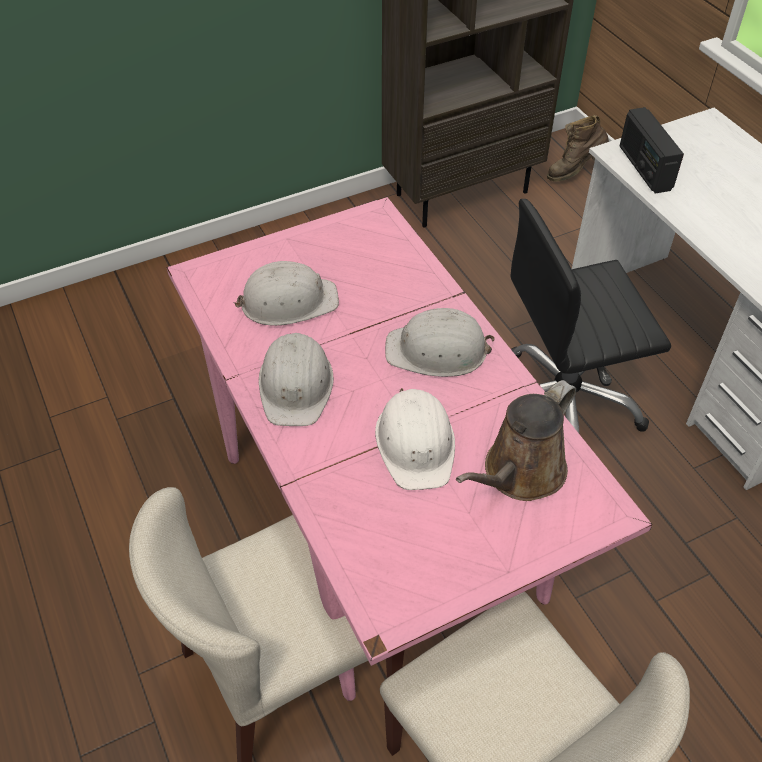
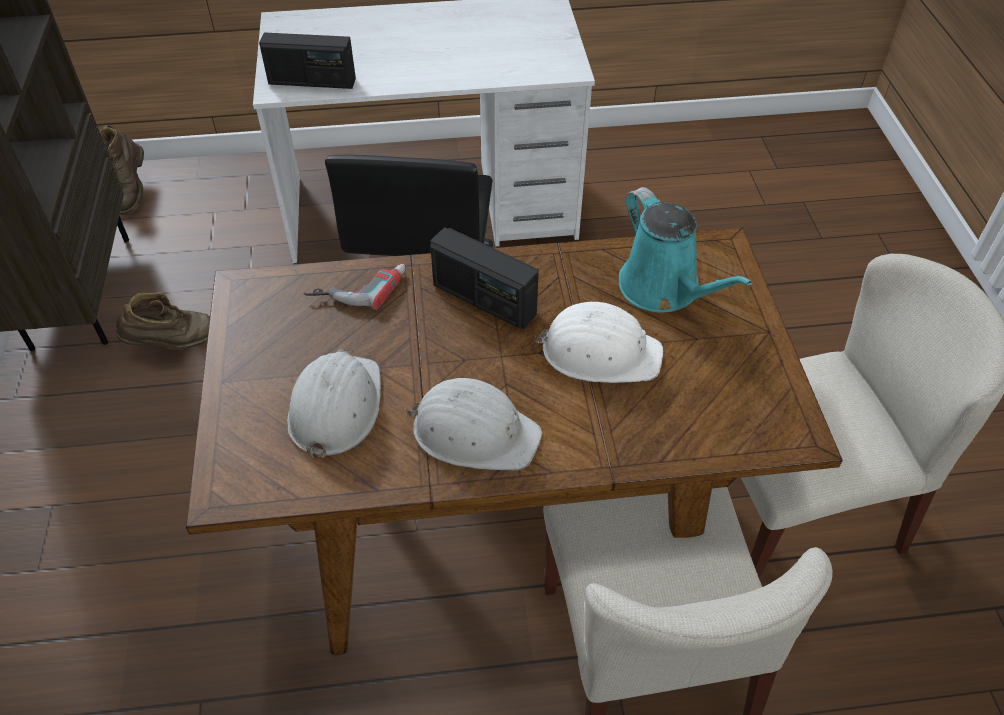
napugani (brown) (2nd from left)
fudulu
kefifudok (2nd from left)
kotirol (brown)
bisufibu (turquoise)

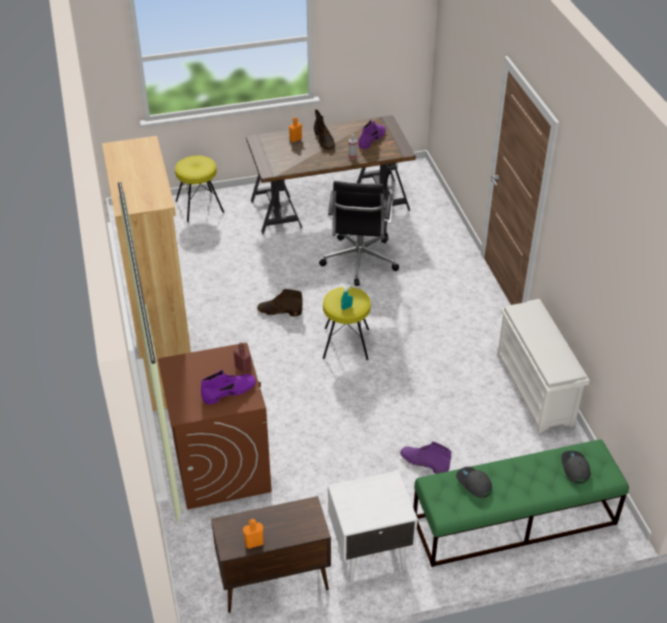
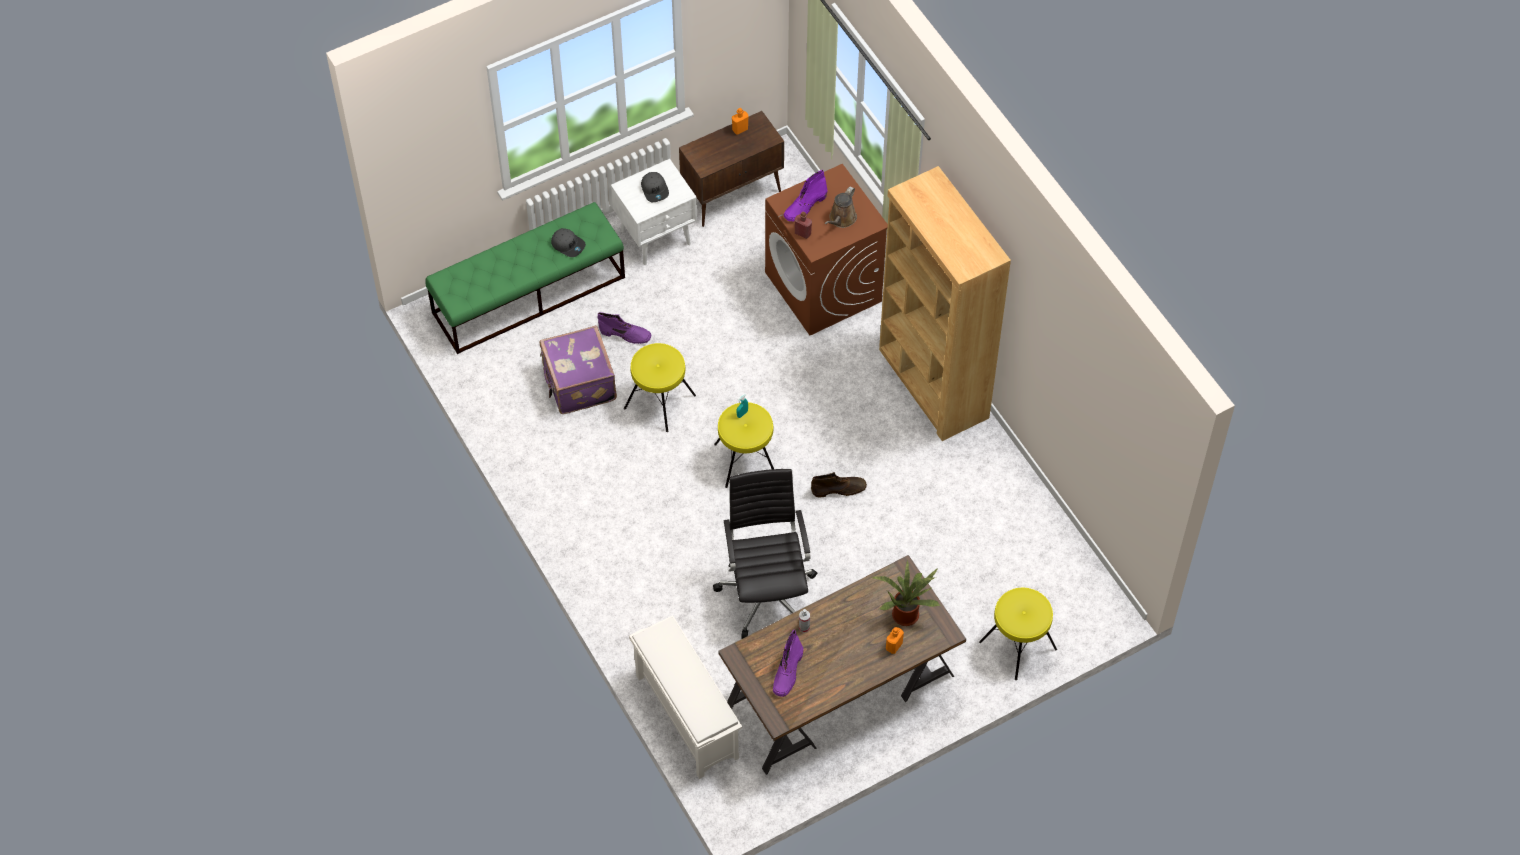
napugani (brown) (2nd from left in the first image)
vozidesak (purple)
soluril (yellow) (1st from left)
bisufibu (brown)
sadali
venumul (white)
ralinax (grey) (2nd from left)

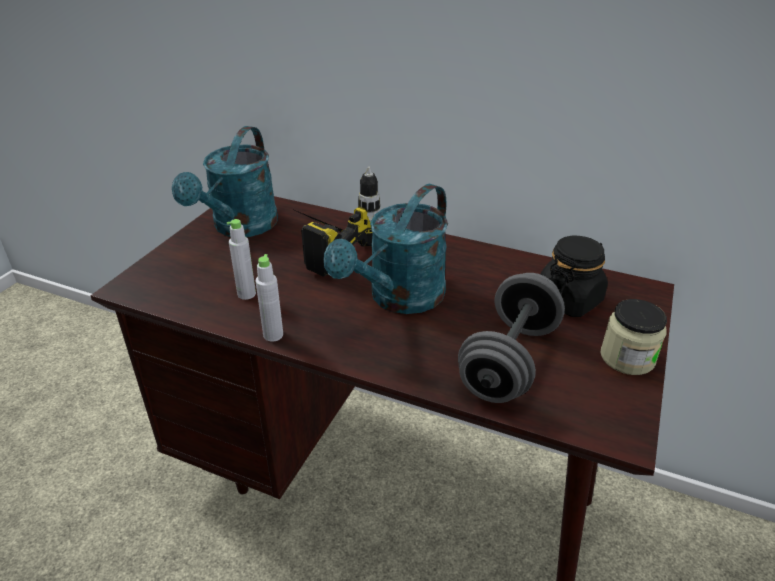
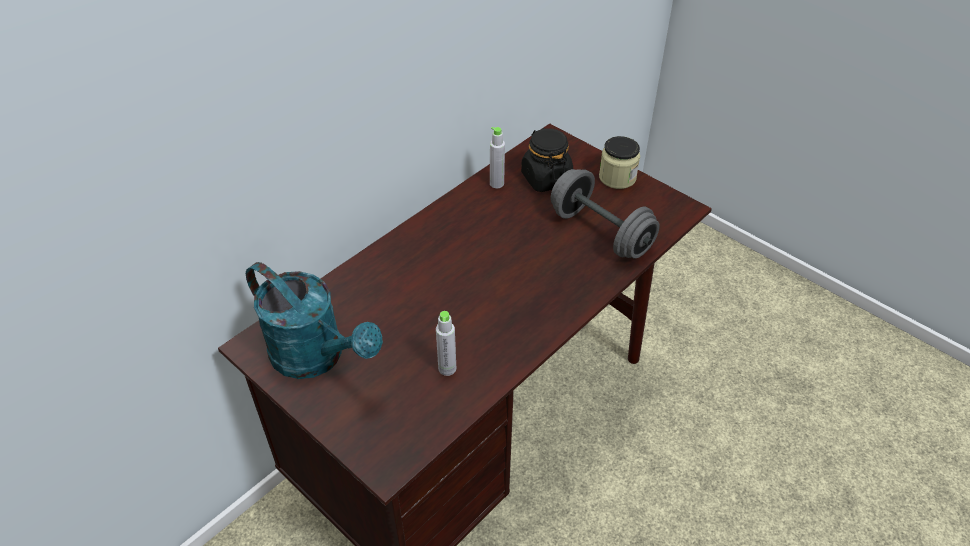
fudulu
bisufibu (turquoise) (2nd from left in the first image)
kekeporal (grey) (2nd from left)

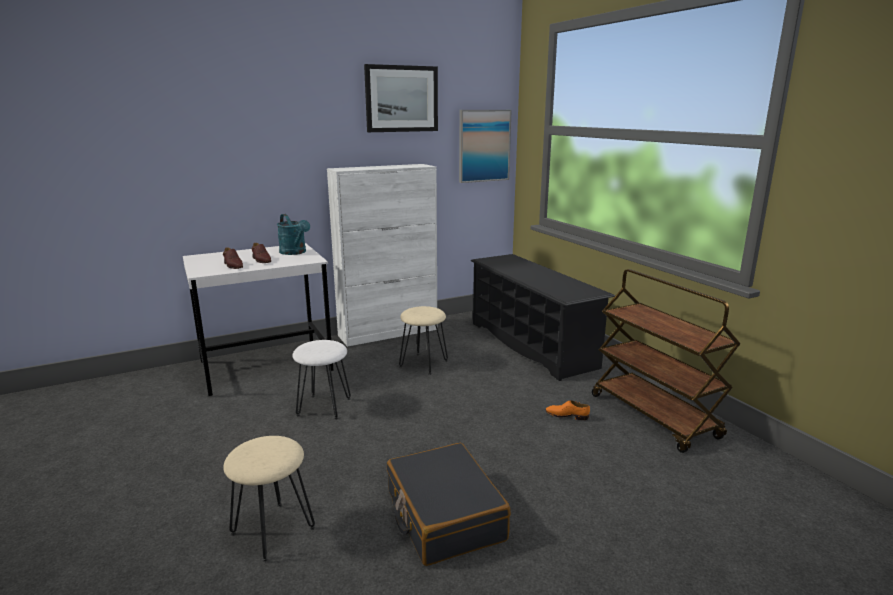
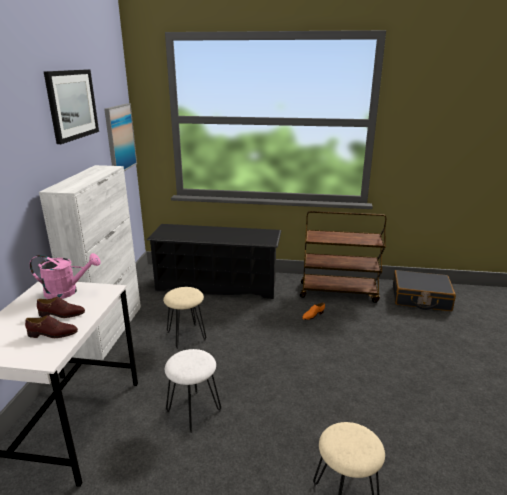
vozidesak (black)
bisufibu (pink)

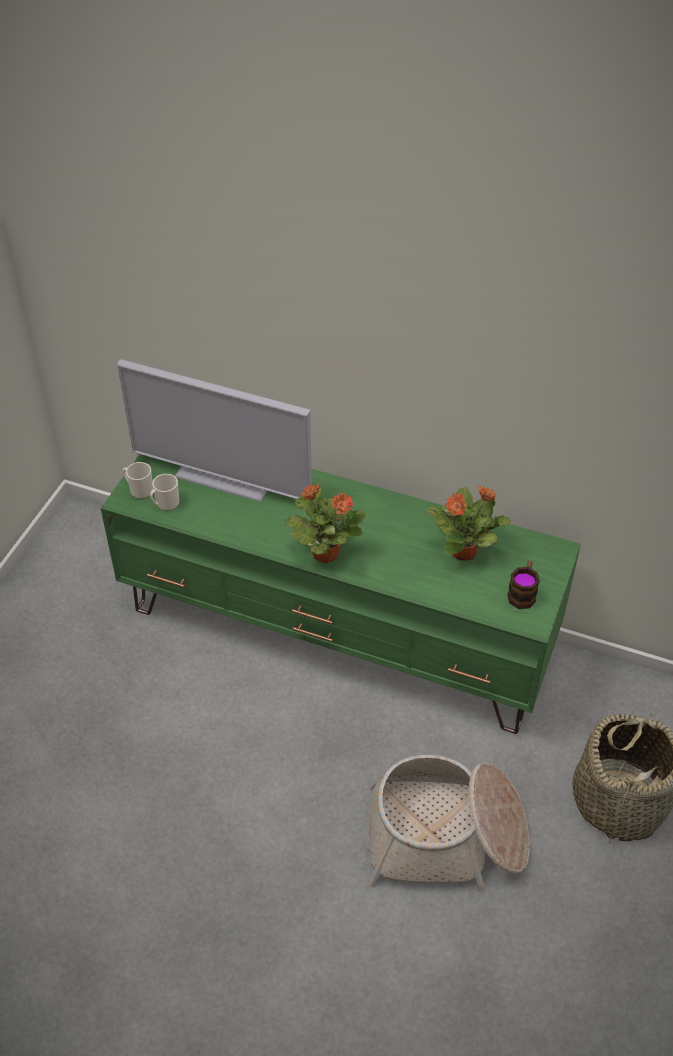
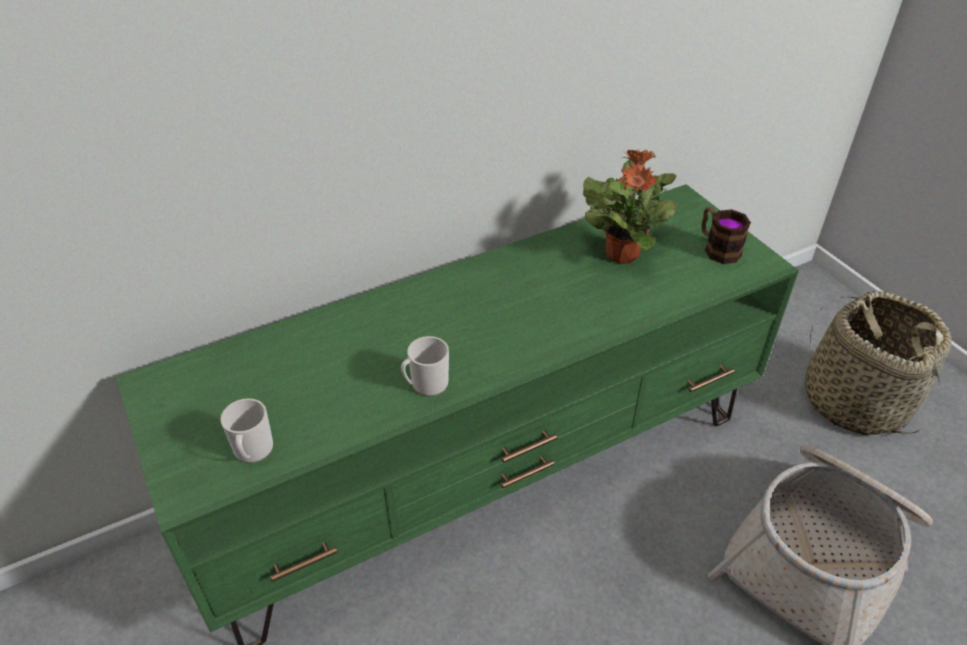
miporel
sadali (1st from left in the first image)
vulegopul (2nd from left)

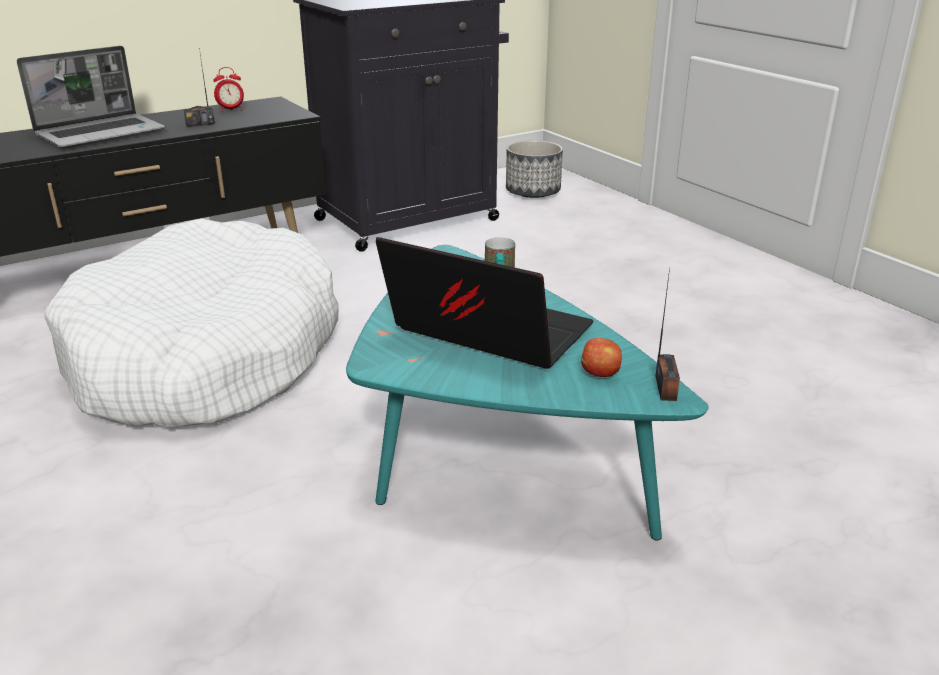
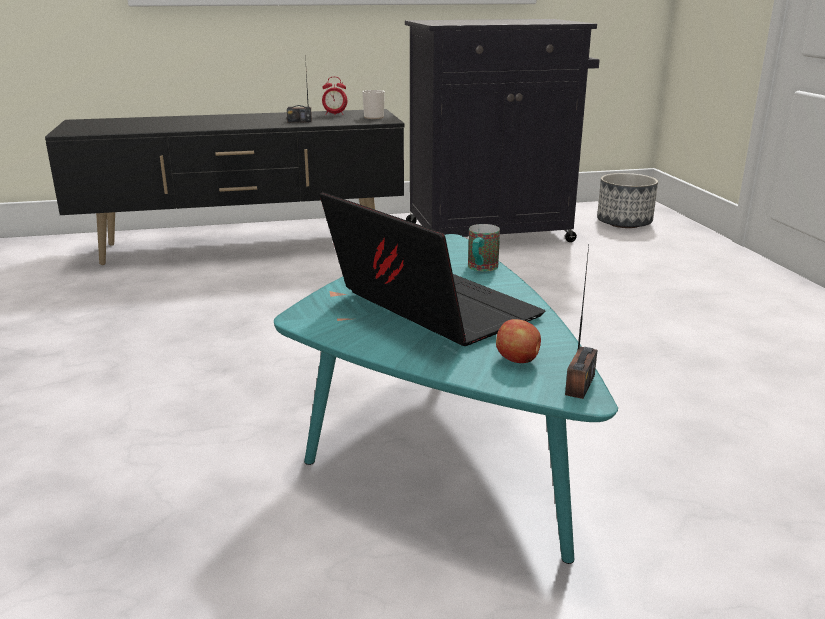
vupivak (1st from left in the first image)
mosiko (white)
vulegopul (1st from left)

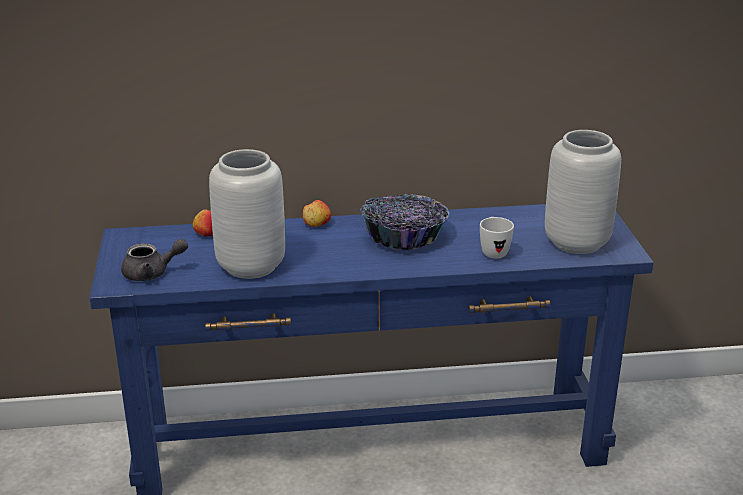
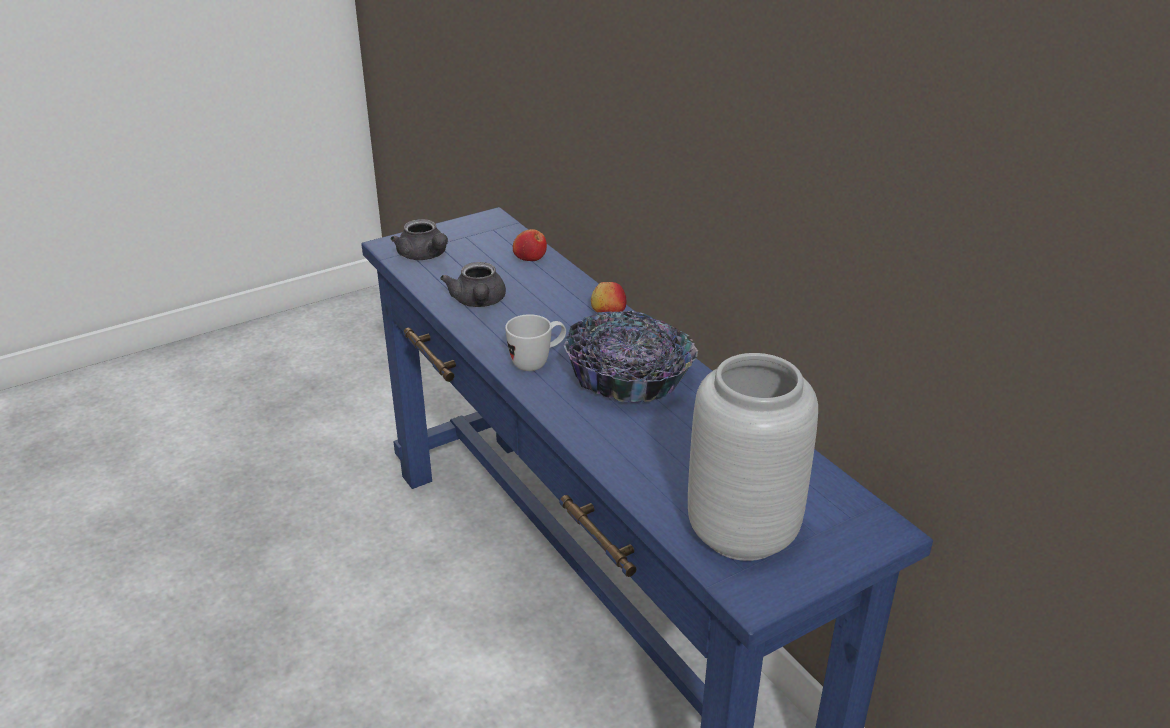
vulegopul (white)
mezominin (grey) (2nd from left)

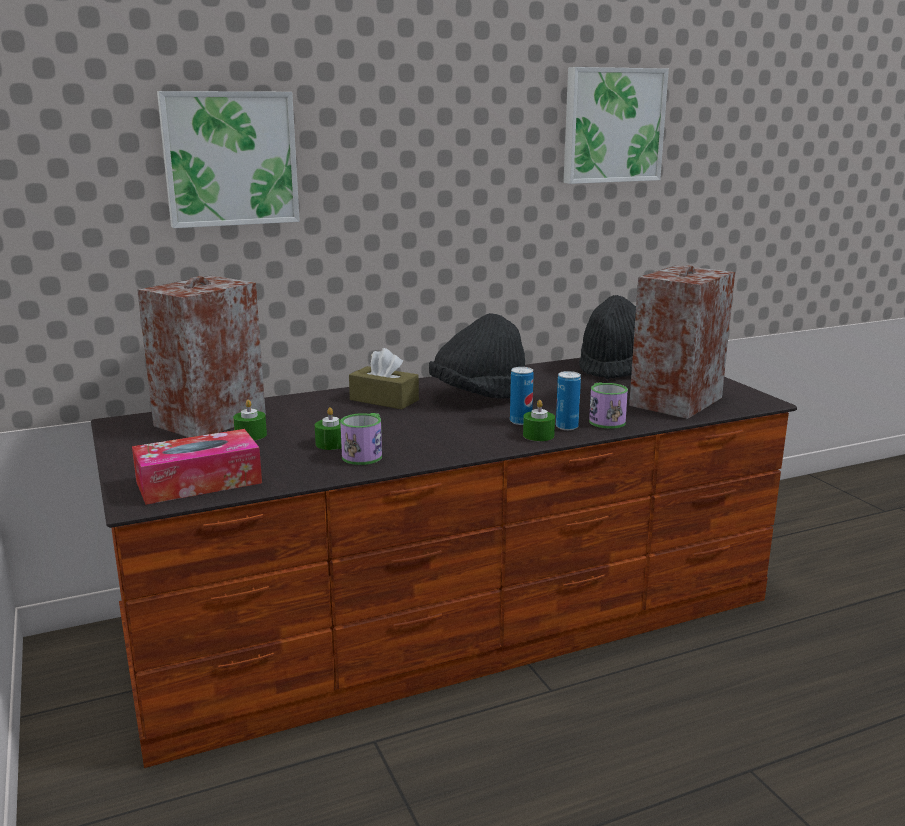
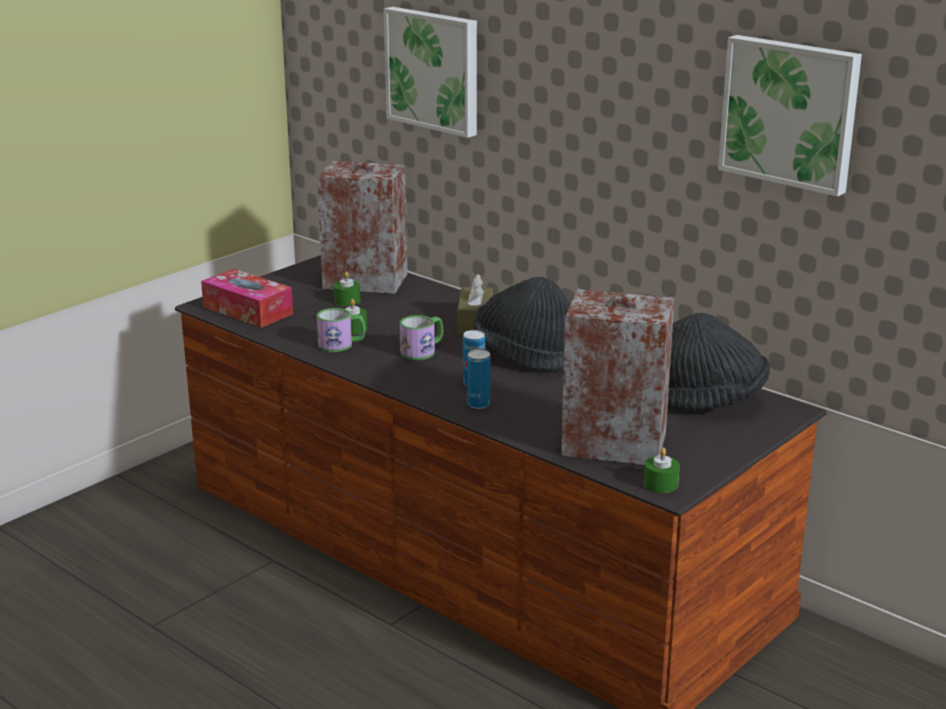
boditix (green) (3rd from left)
vulegopul (2nd from left)

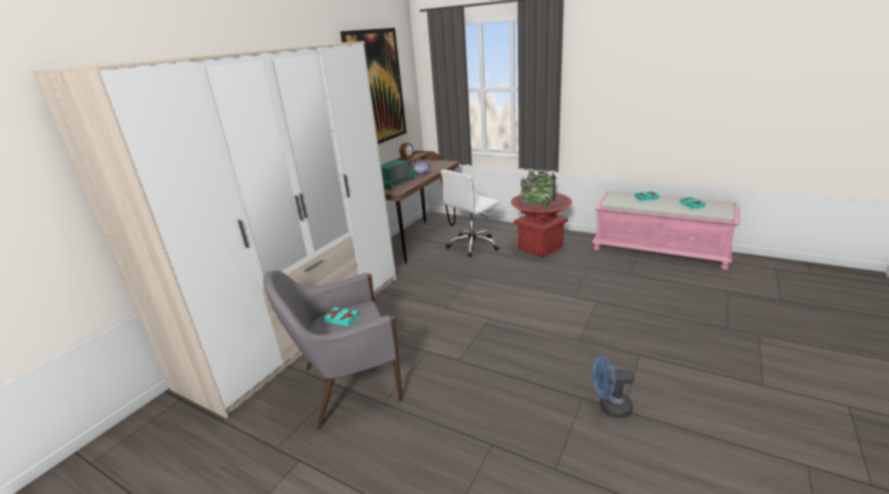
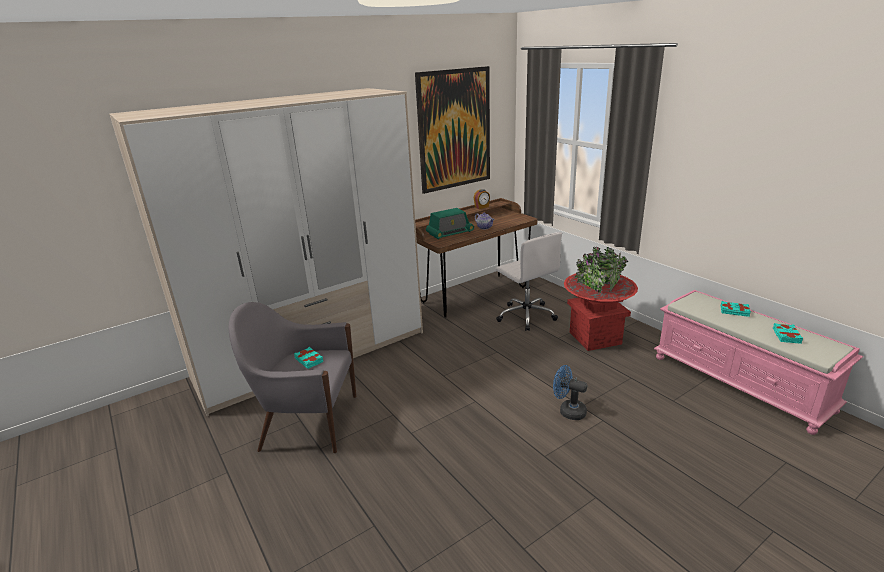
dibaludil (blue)
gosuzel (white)

